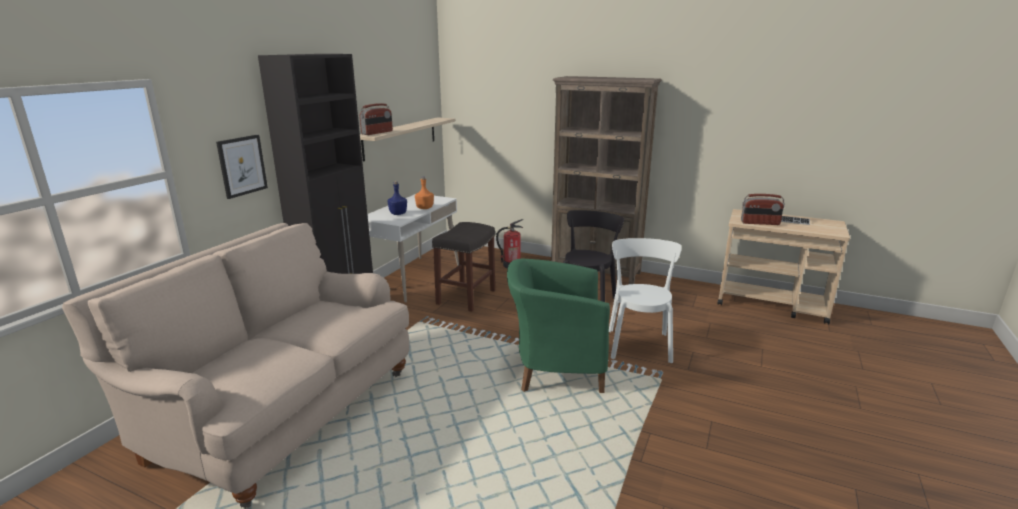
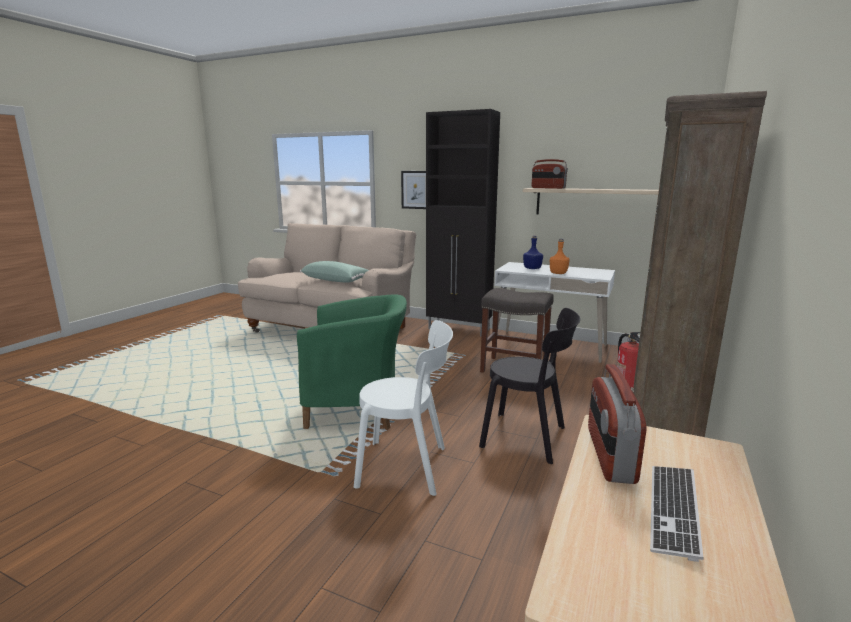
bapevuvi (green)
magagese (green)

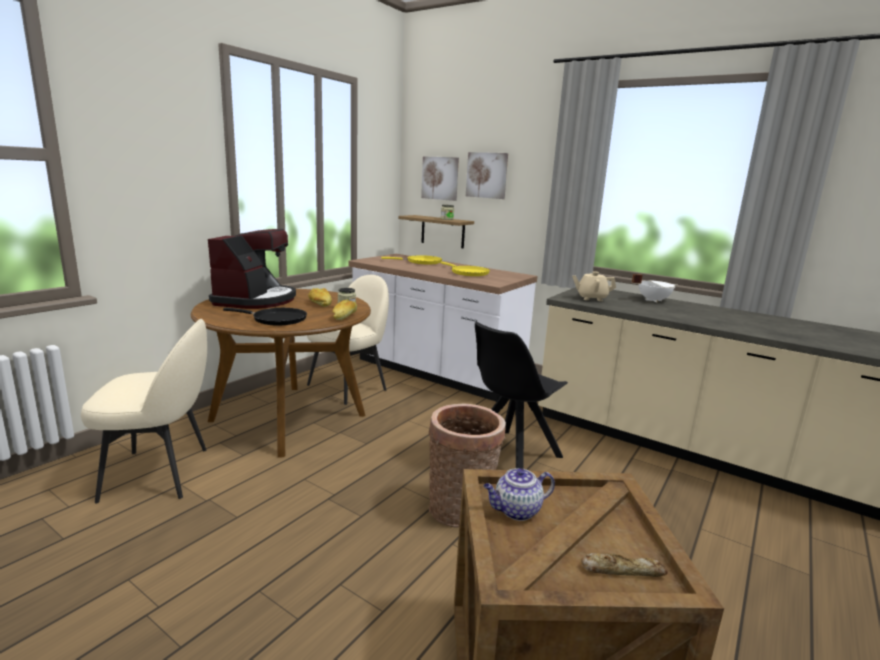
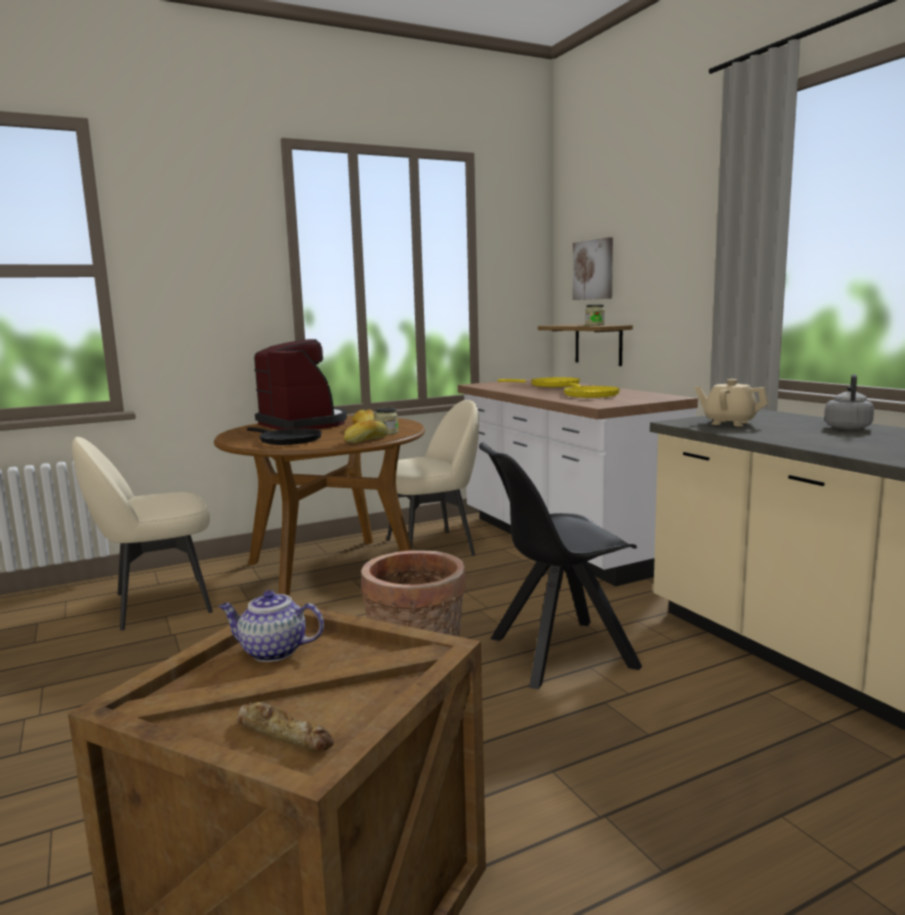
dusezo (2nd from left in the first image)
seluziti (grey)
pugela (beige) (1st from left)
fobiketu

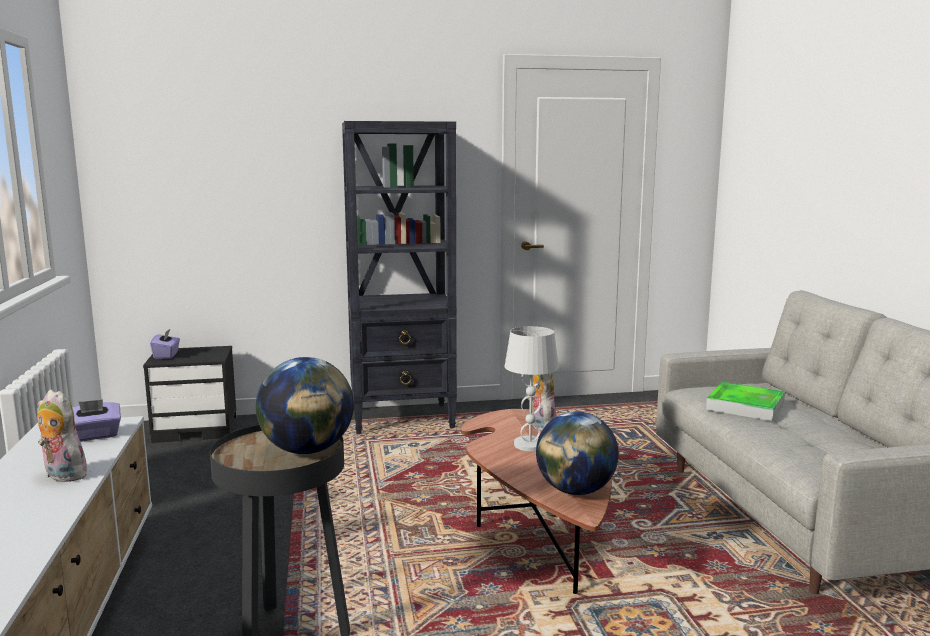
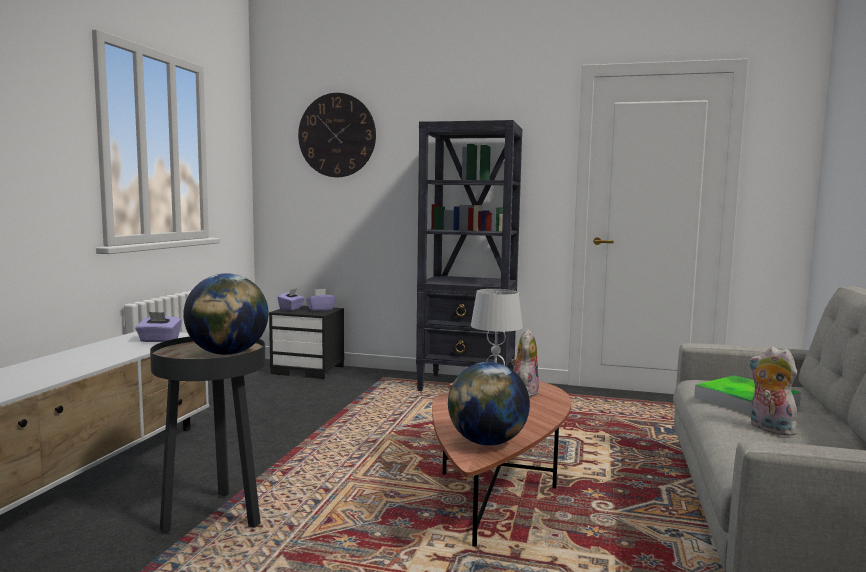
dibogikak
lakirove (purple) (3rd from left)
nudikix (2nd from left)

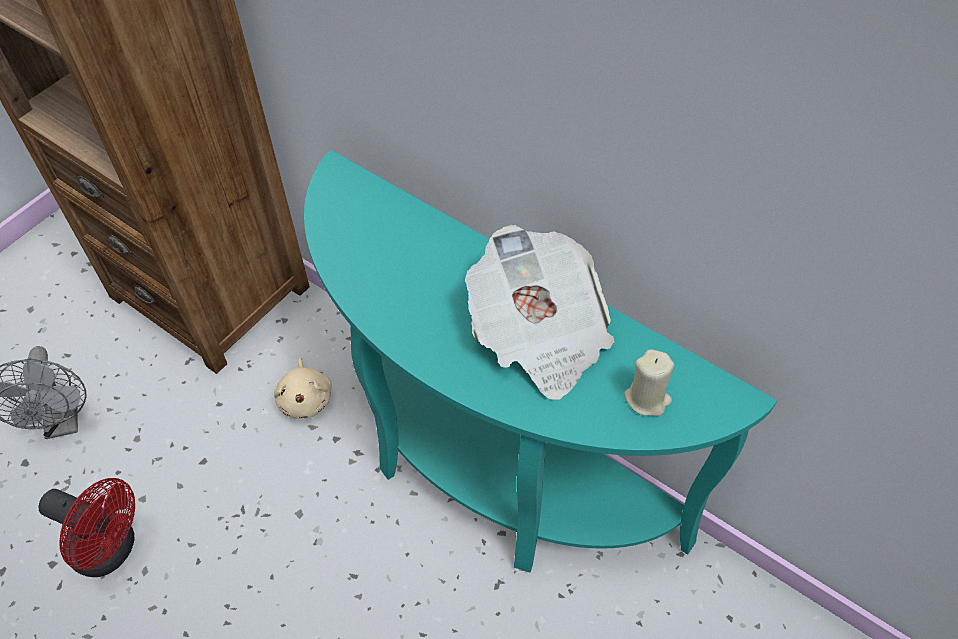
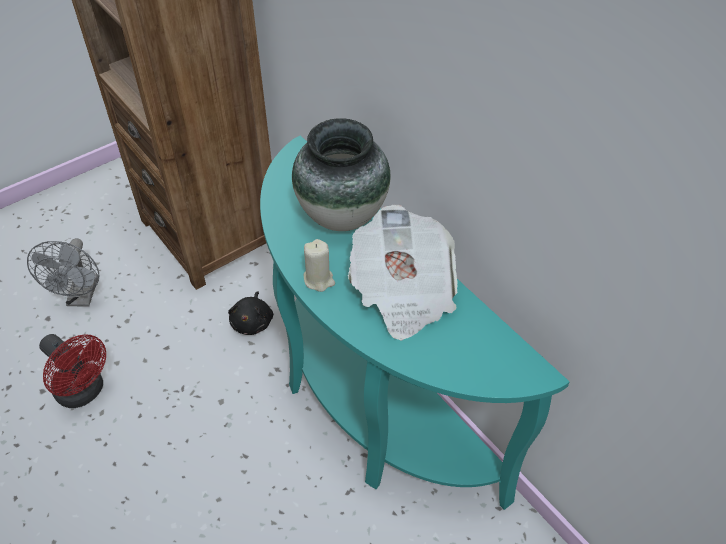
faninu
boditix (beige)
nudikix (black)

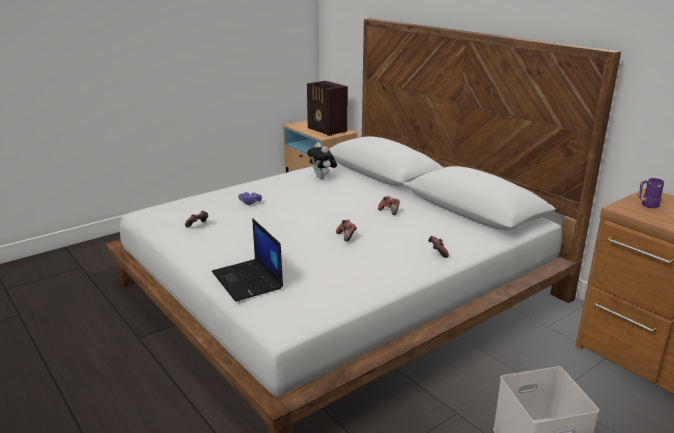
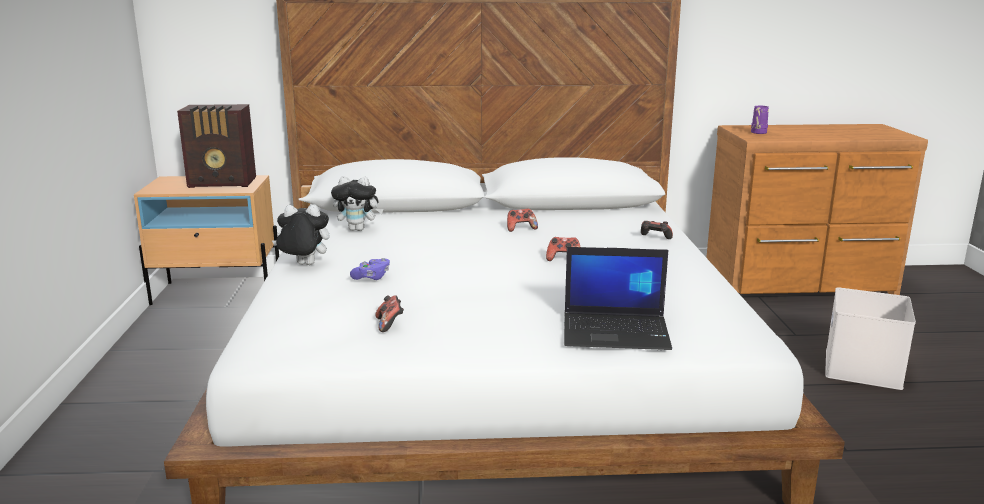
nudikix (1st from left)

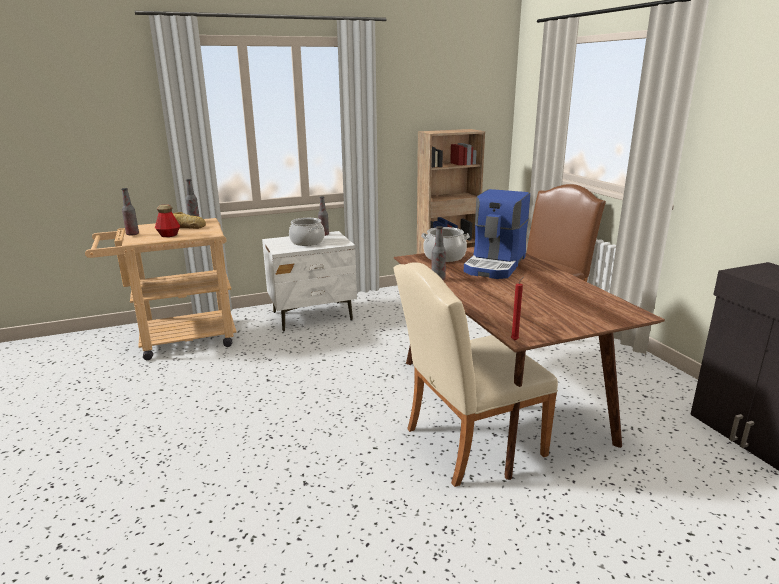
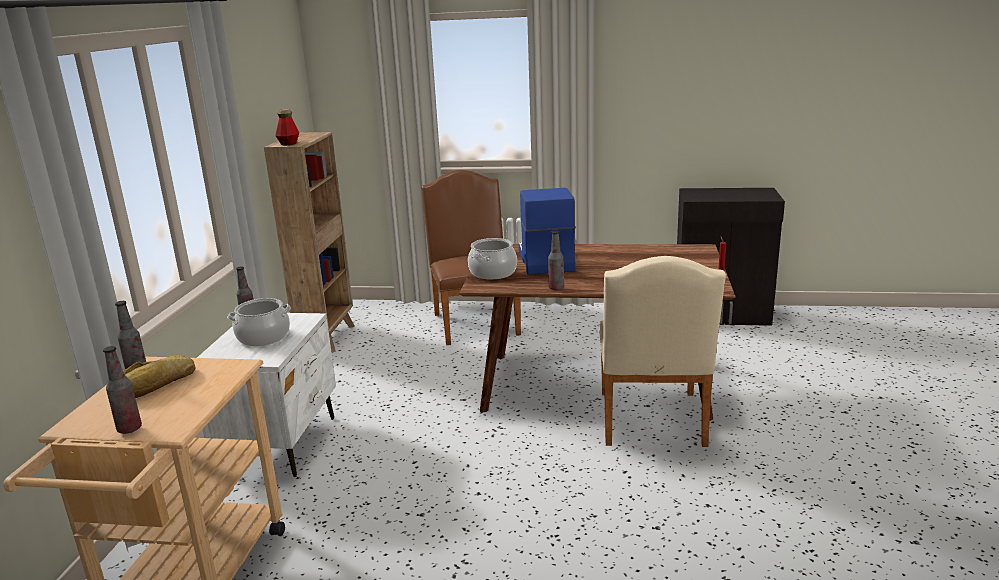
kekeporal (4th from left)
fobiketu

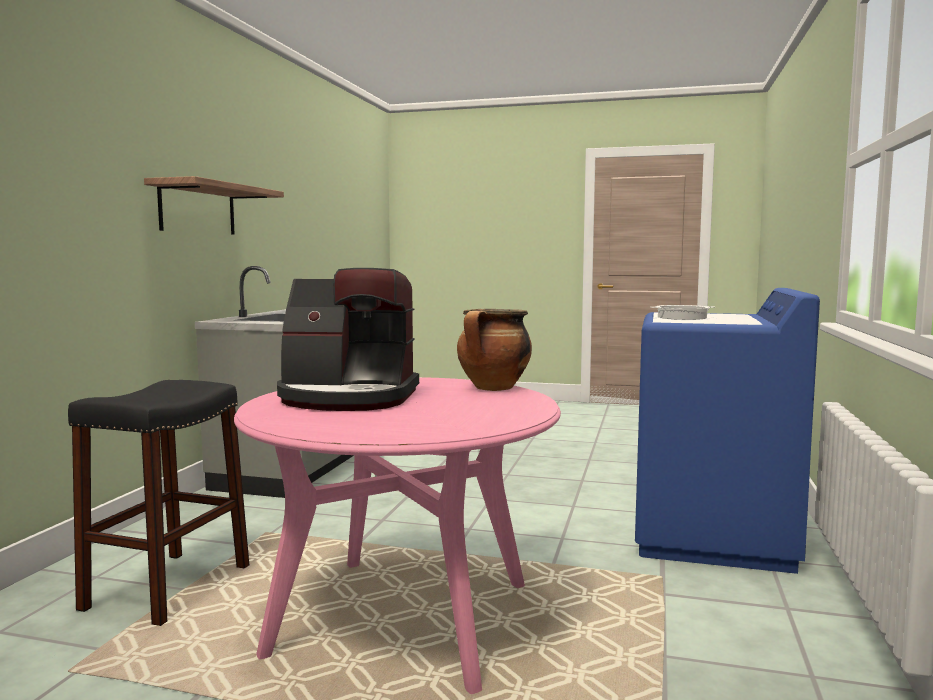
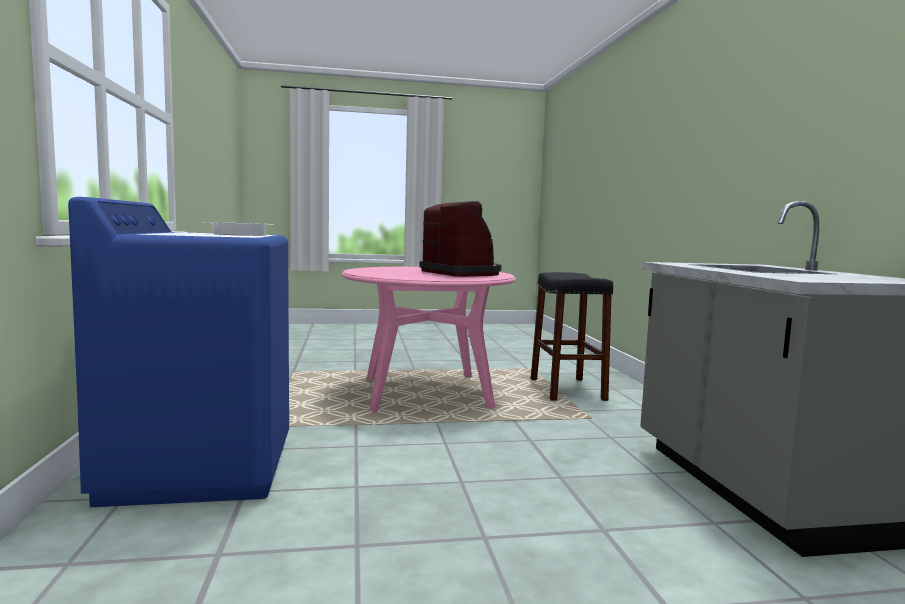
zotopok
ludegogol (1st from left in the first image)
fobiketu

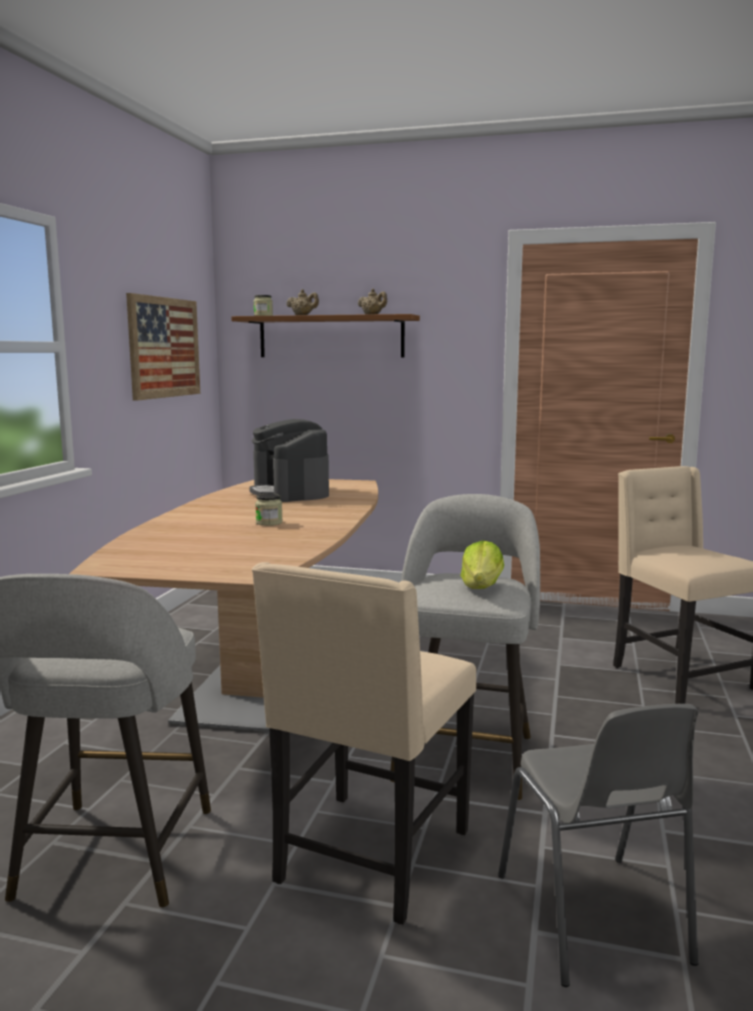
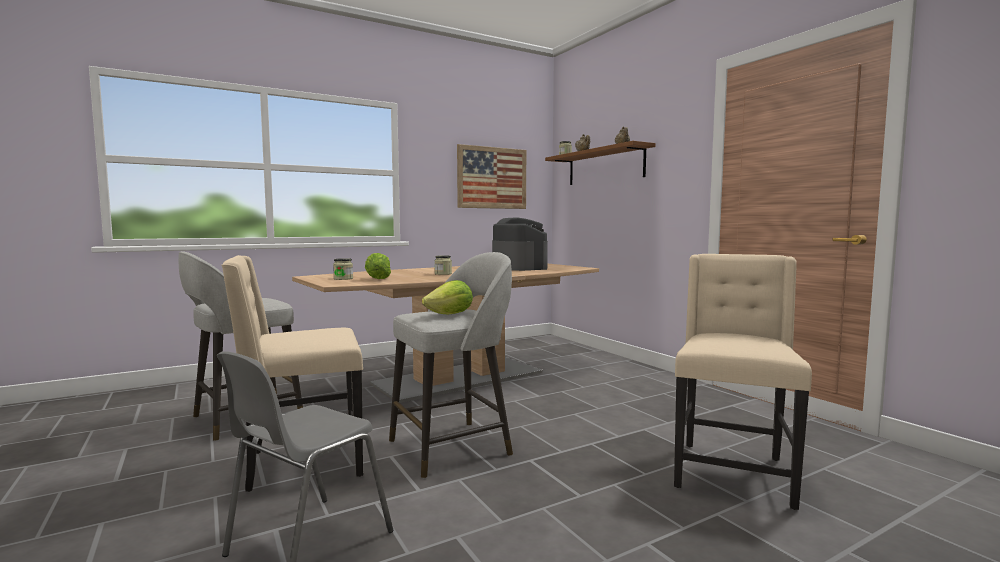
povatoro (1st from left)
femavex (1st from left)
fobiketu

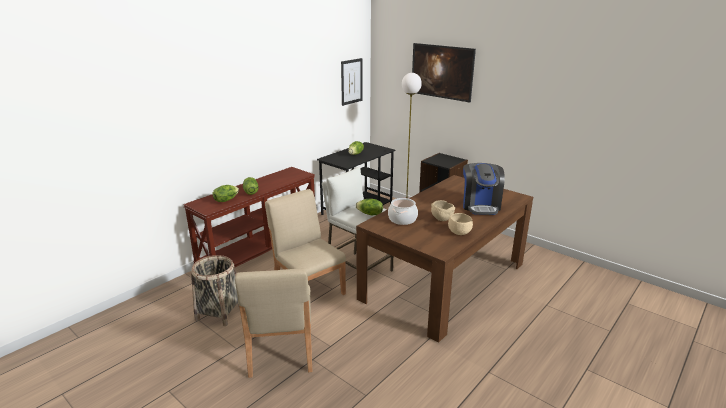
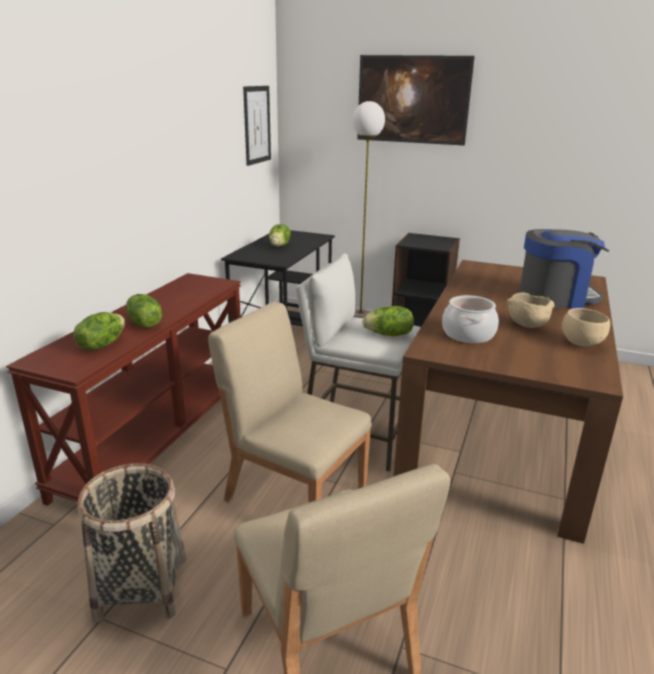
fobiketu

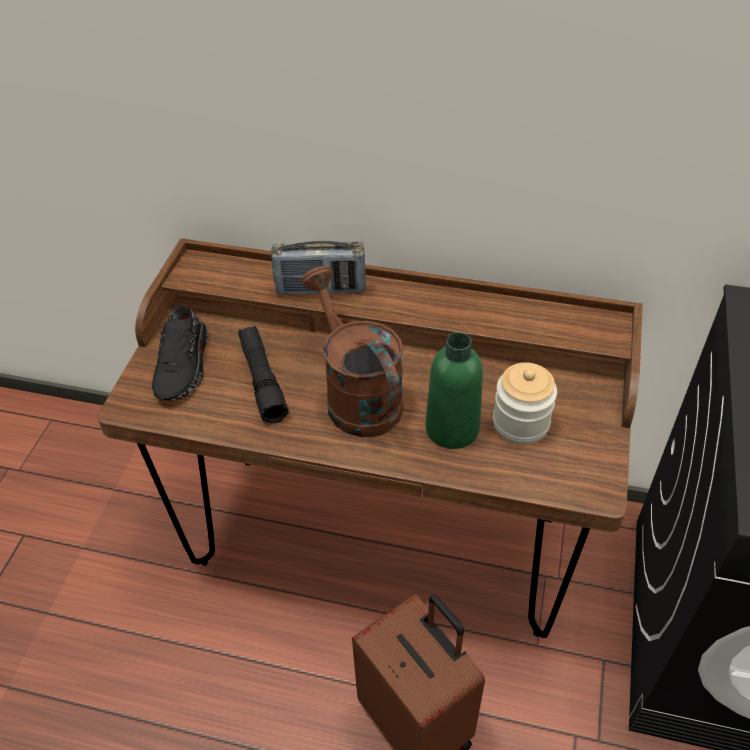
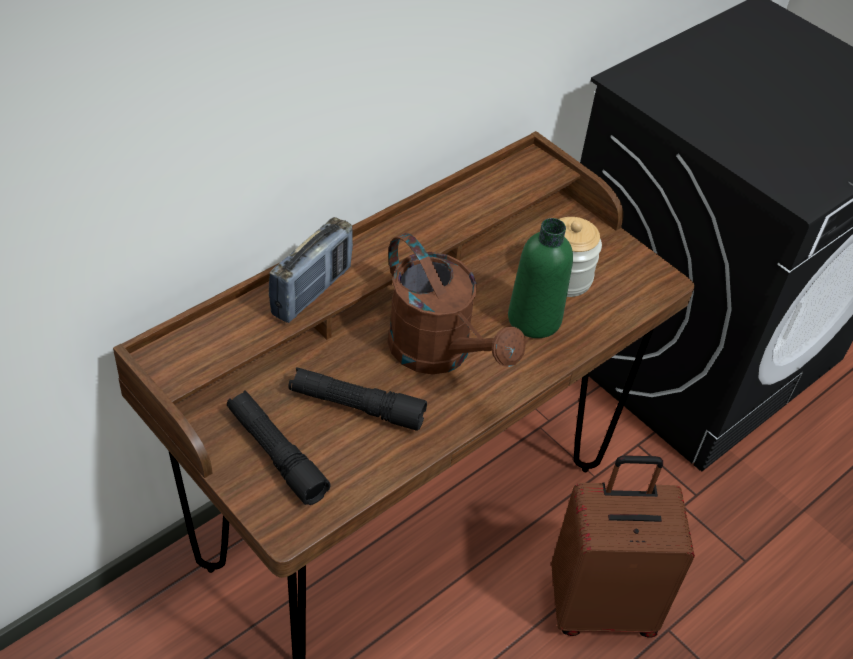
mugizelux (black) (1st from left)
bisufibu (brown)

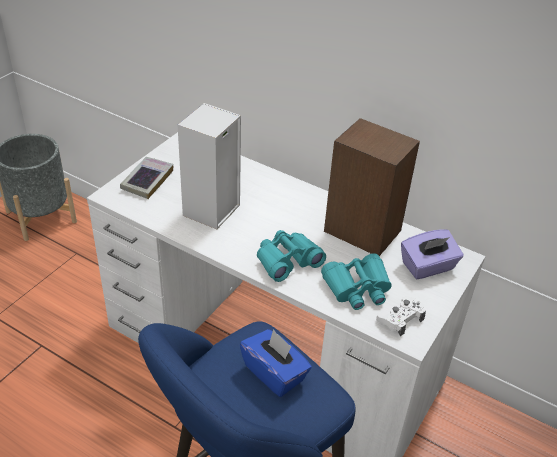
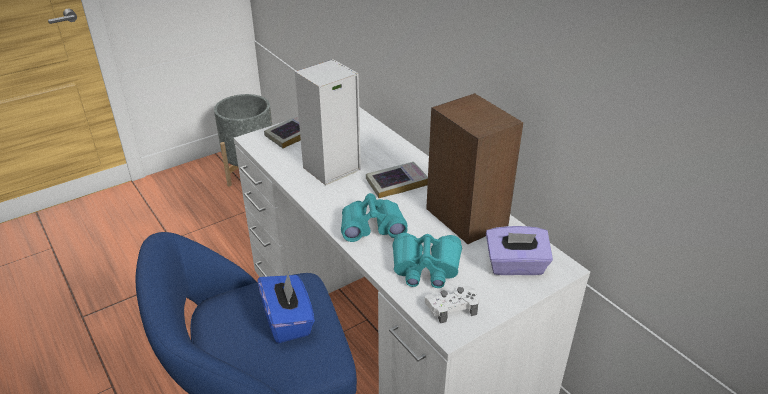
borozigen (2nd from left)

